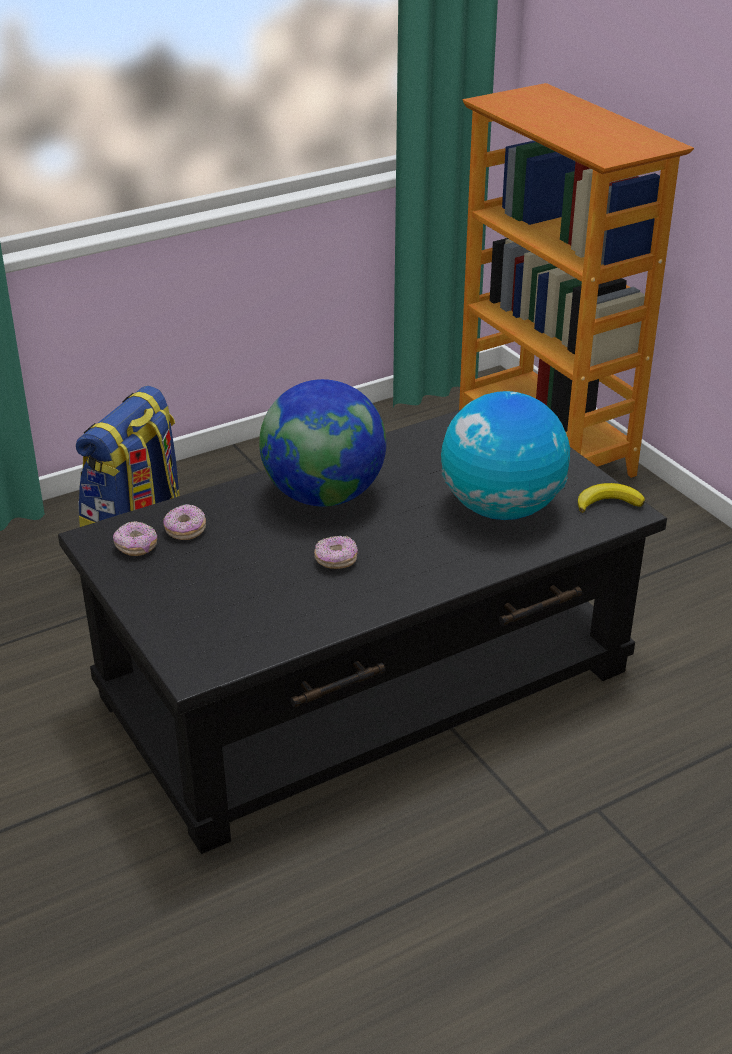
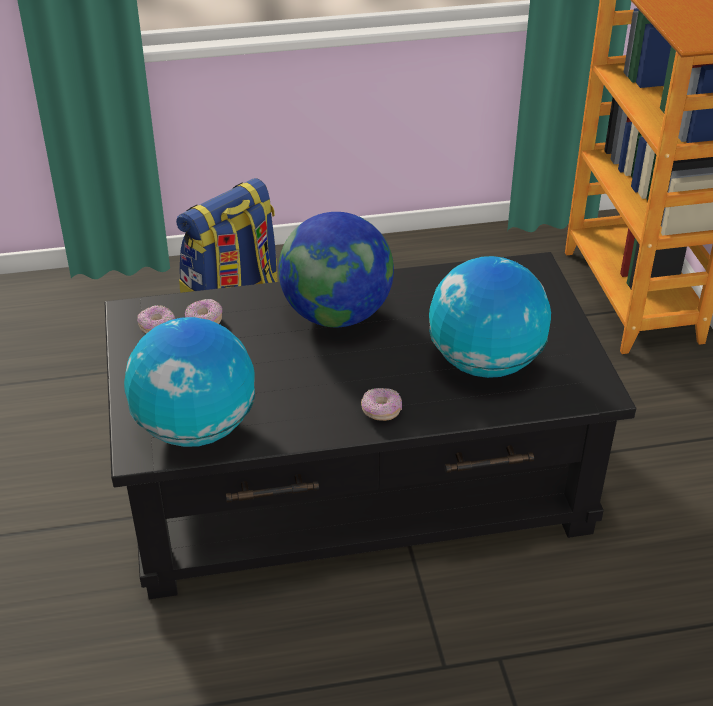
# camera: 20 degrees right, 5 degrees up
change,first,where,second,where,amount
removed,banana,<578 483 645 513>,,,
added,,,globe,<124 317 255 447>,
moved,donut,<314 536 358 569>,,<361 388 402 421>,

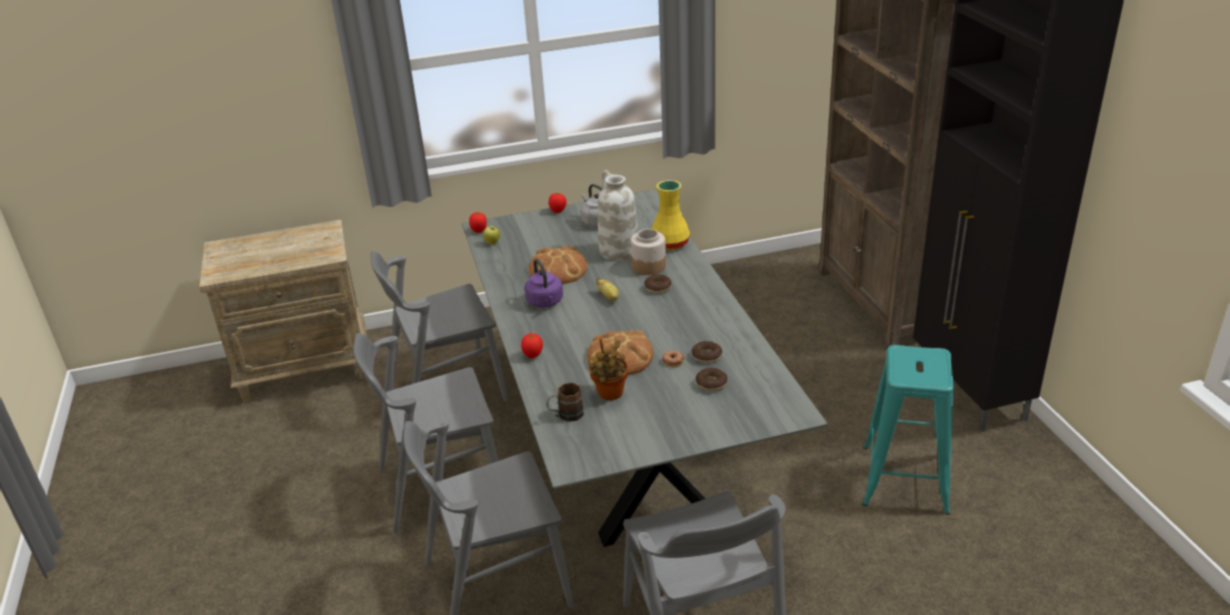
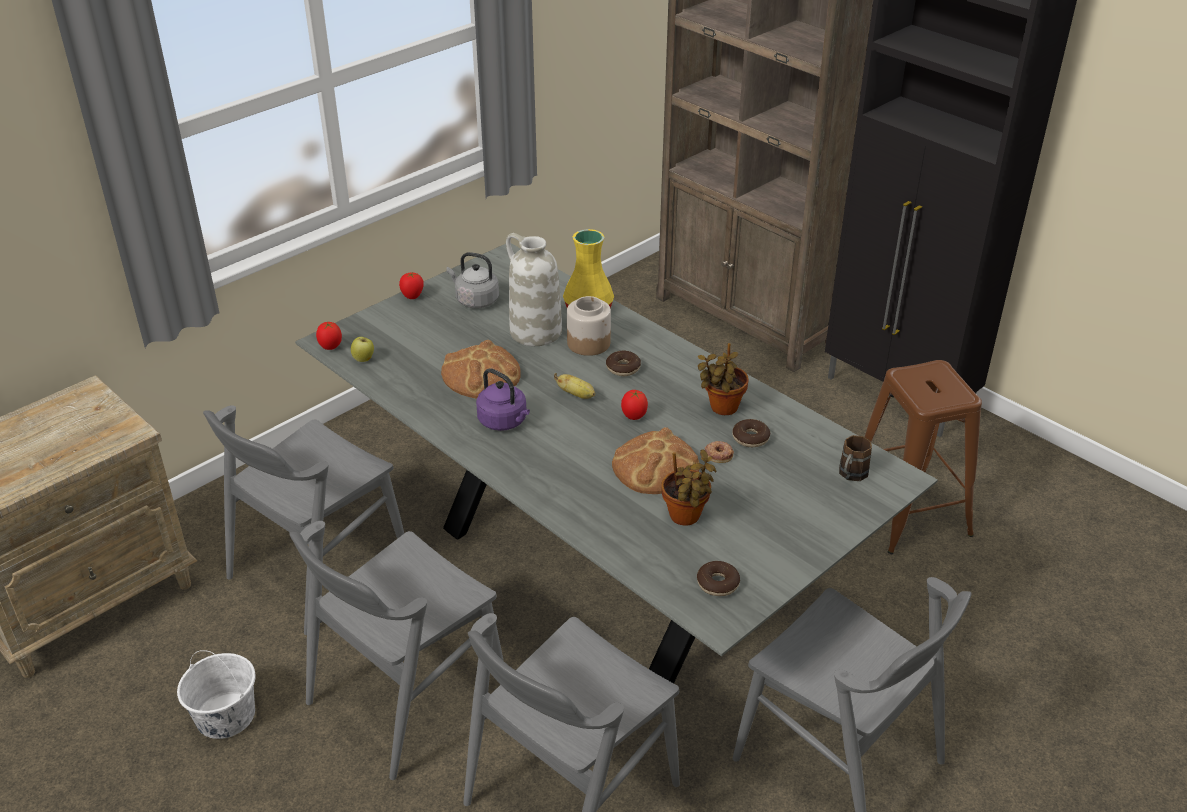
# camera: 30 degrees left, 5 degrees up
change,first,where,second,where,amount
added,,,bucket/white,<177 650 256 739>,
added,,,potted plant,<698 343 749 415>,
moved,tomato,<521 333 543 358>,,<621 390 648 420>,
moved,mug/brown,<546 383 584 422>,,<839 435 872 481>,
moved,donut,<696 368 728 392>,,<697 561 740 596>,
recoloured,stool/turquoise,<863 345 954 515>,stool/brown,<865 360 982 554>,

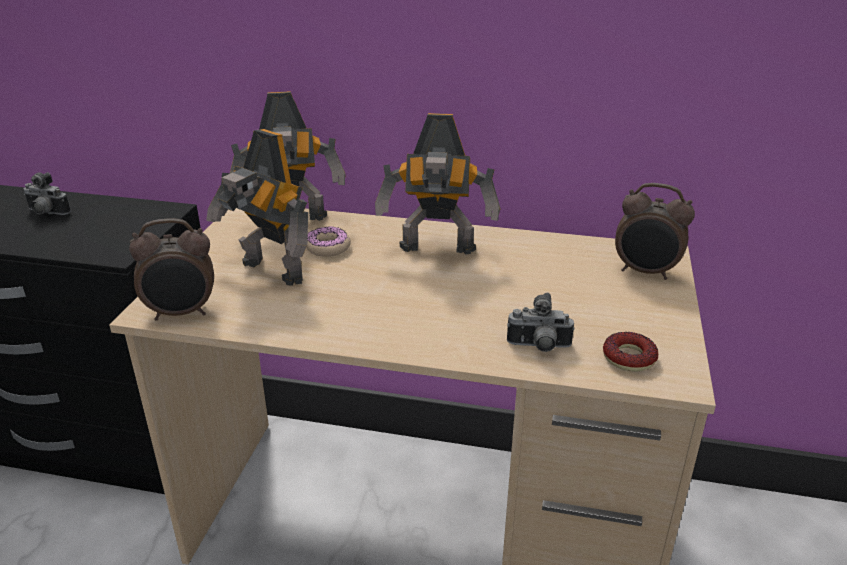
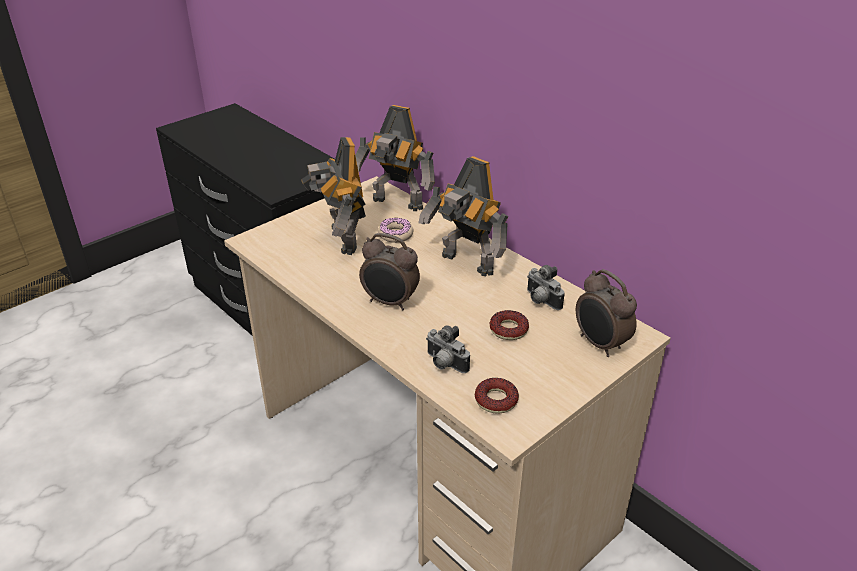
# camera: 35 degrees right, 5 degrees up
change,first,where,second,where,amount
added,,,donut,<490 310 529 340>,
moved,photo camera,<24 172 71 215>,,<527 265 565 310>,
moved,alarm clock,<129 218 214 321>,,<359 233 420 310>,

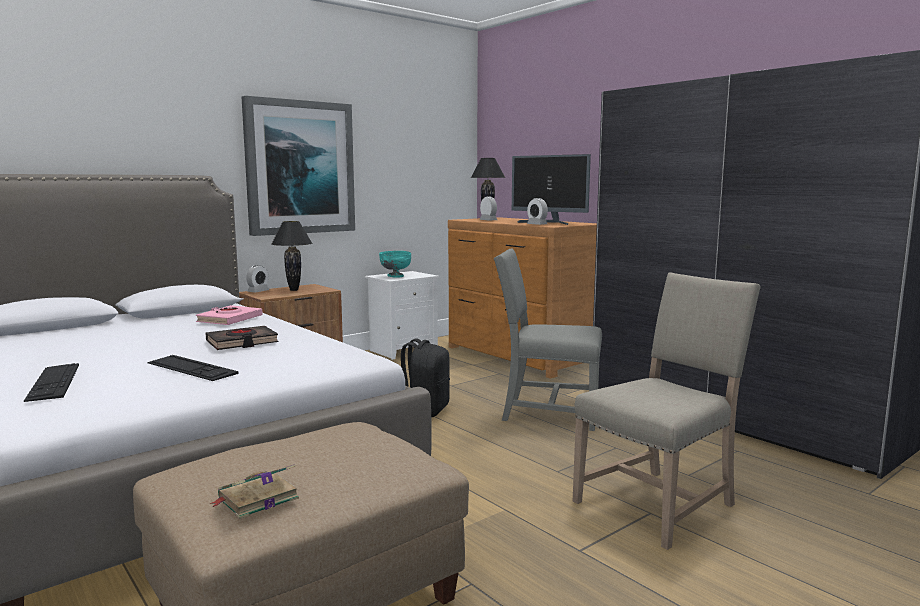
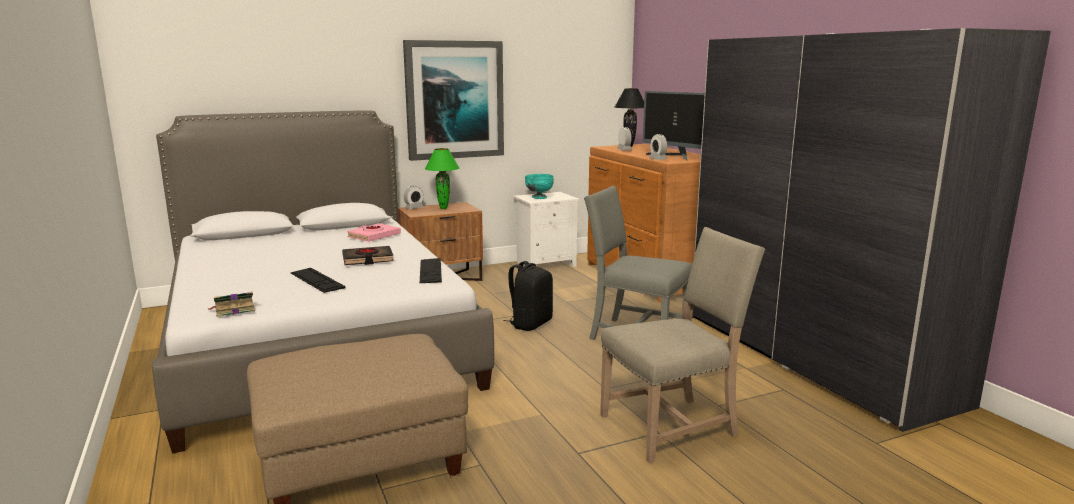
# camera: 15 degrees right, 5 degrees up
change,first,where,second,where,amount
moved,keyboard,<24 363 79 402>,,<420 258 442 283>,
moved,book,<209 464 299 519>,,<208 292 255 317>,
recoloured,table lamp/black,<272 221 312 291>,table lamp/green,<425 148 459 209>,

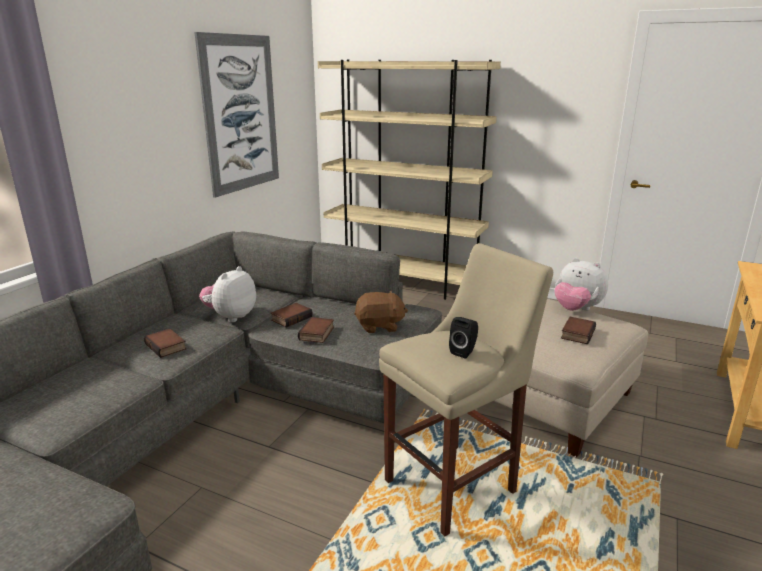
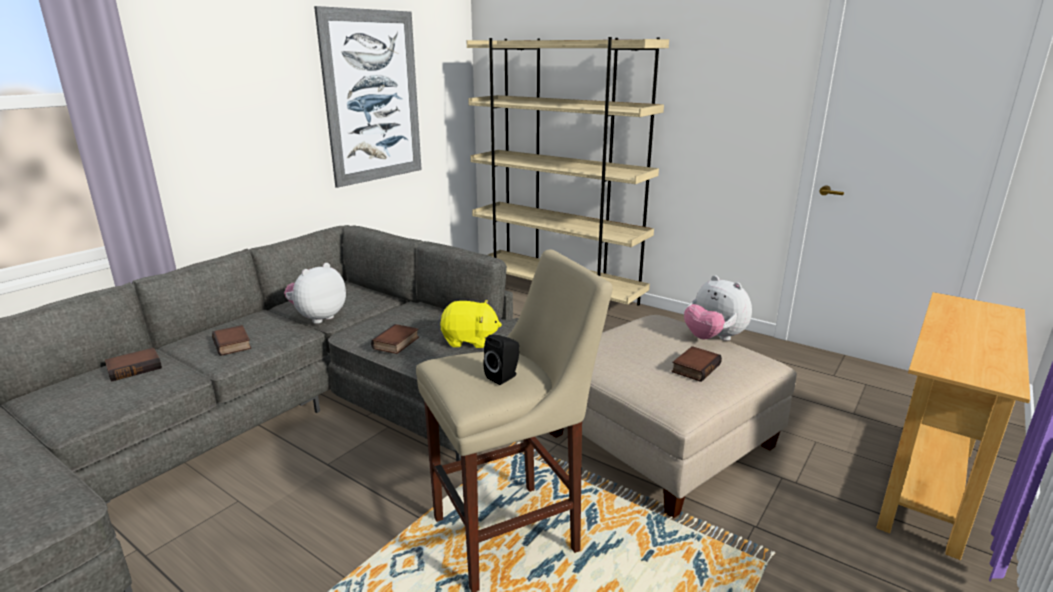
# camera: 10 degrees right, 0 degrees up
change,first,where,second,where,amount
moved,book,<270 303 313 328>,,<105 348 162 381>,
recoloured,plush toy/brown,<354 291 408 333>,plush toy/yellow,<440 300 502 348>,

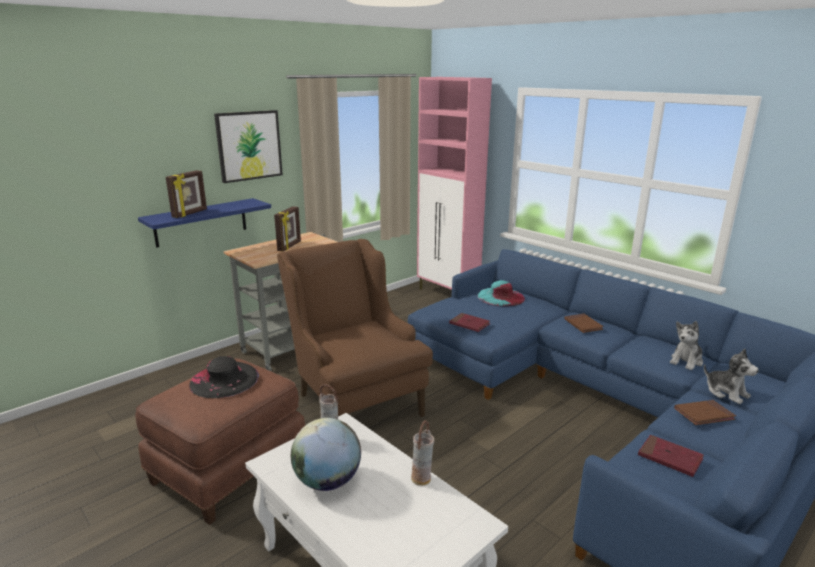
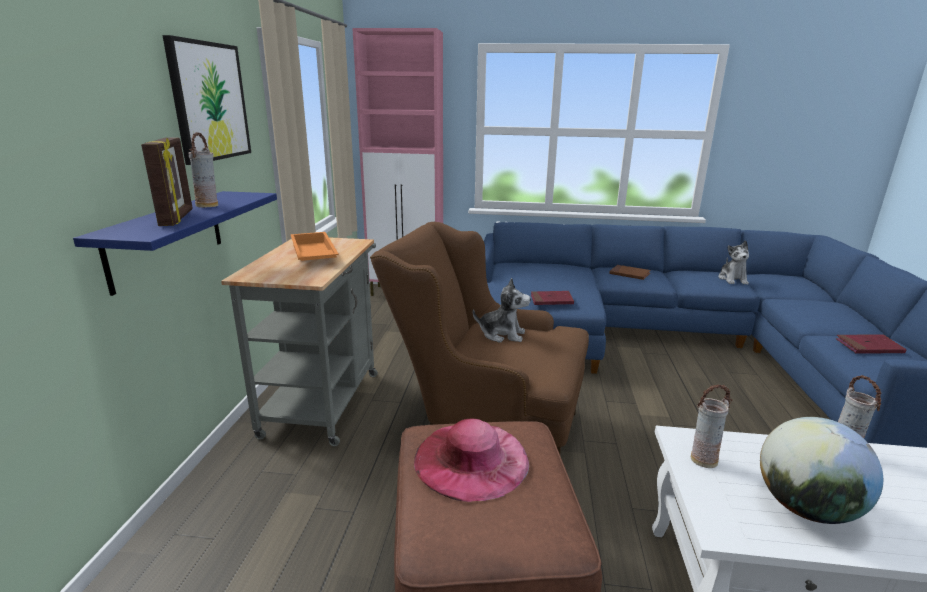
# camera: 40 degrees left, 0 degrees up
change,first,where,second,where,amount
removed,hat/turquoise,<478 280 525 306>,,,
removed,book/brown,<674 400 736 425>,,,
added,,,vase,<189 132 218 208>,
moved,plush toy,<704 349 759 404>,,<473 278 531 343>,
replaced,picture frame,<274 206 301 251>,tray/orange,<290 232 339 261>,
recoloured,hat/black,<189 356 259 398>,hat/pink,<414 419 529 502>,

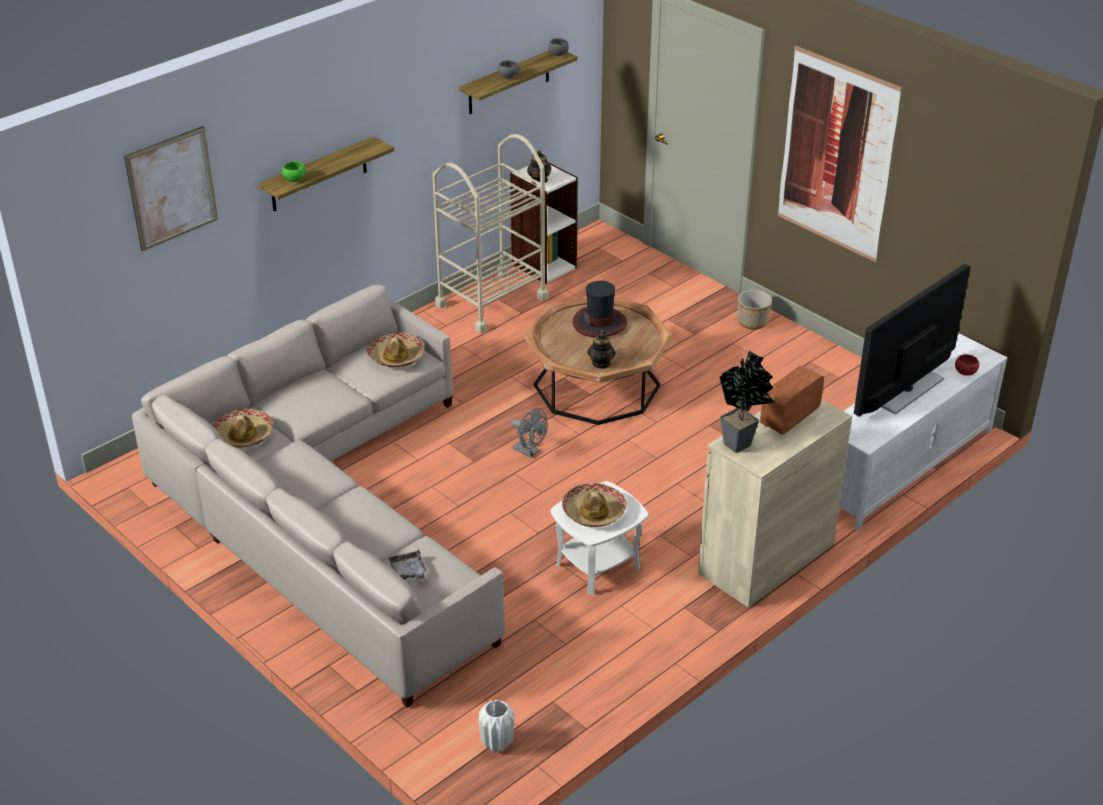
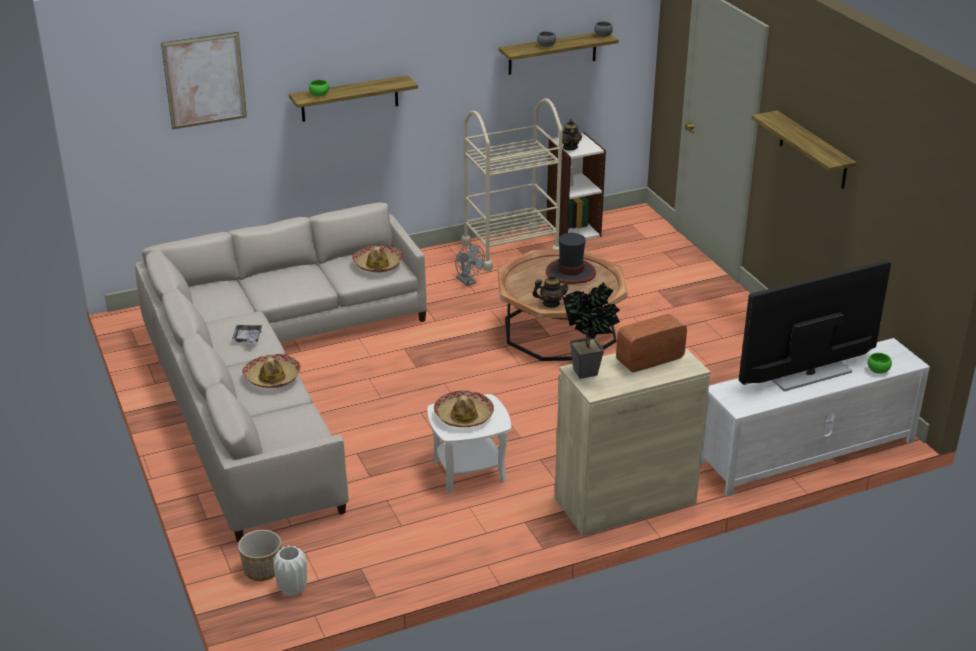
# camera: 20 degrees right, 5 degrees down
change,first,where,second,where,amount
moved,hat,<213 409 273 448>,,<242 354 301 388>,
moved,tray/grey,<388 549 428 581>,,<232 325 262 344>,
moved,fan/grey,<511 408 548 458>,,<455 244 485 286>,
moved,planter,<738 290 772 330>,,<238 530 281 581>,
replaced,picture,<778 46 902 262>,shelf,<751 110 857 189>,
recoloured,bowl/red,<955 354 979 376>,bowl/green,<868 353 892 374>,
turned,teapot,<587 330 616 369>,,<532 274 571 308>,120 degrees counterclockwise

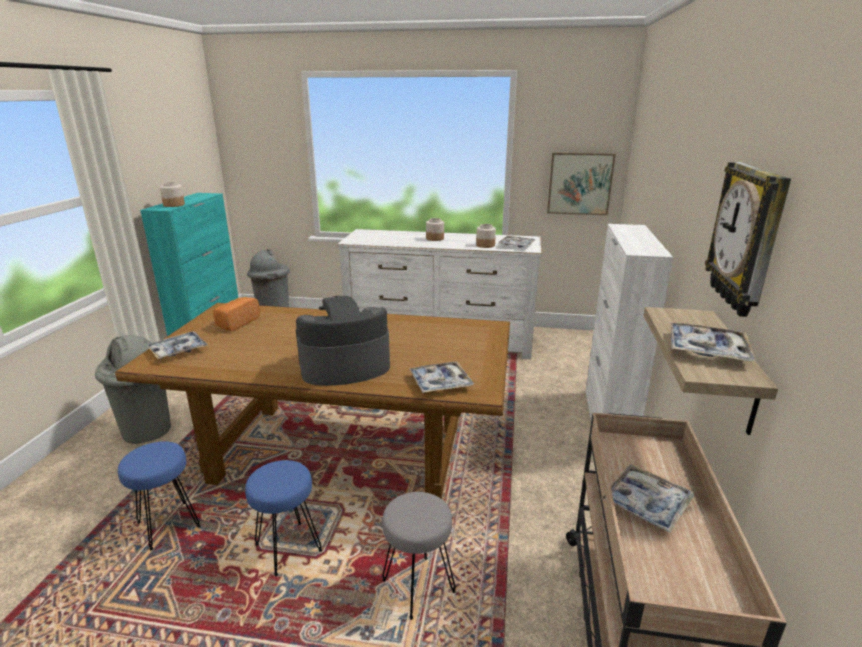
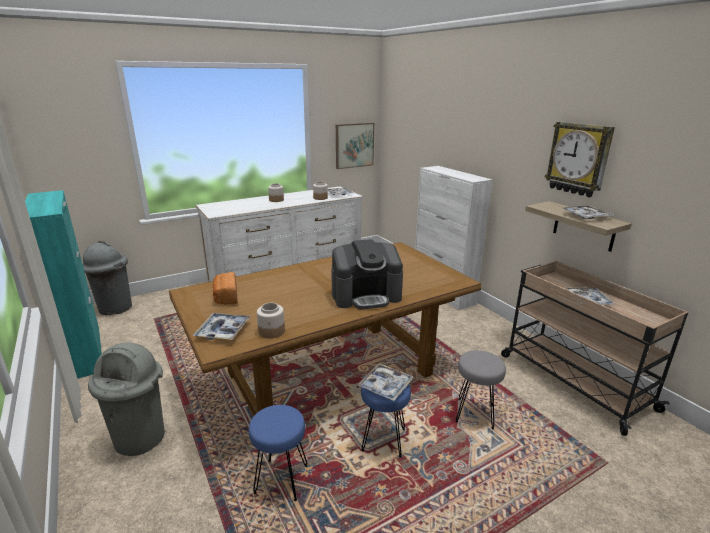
# camera: 40 degrees left, 0 degrees up
change,first,where,second,where,amount
moved,jar,<160 182 185 207>,,<257 303 285 339>,
moved,tray,<410 361 474 393>,,<357 363 413 401>,
turned,coffee machine,<296 296 390 386>,,<331 239 403 310>,135 degrees counterclockwise

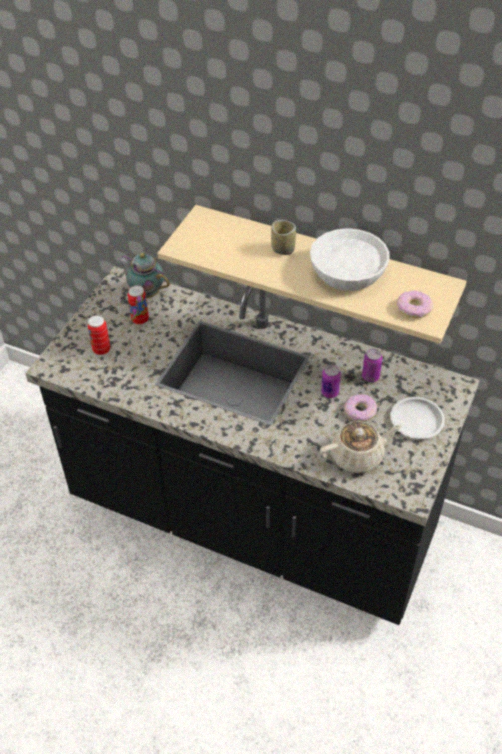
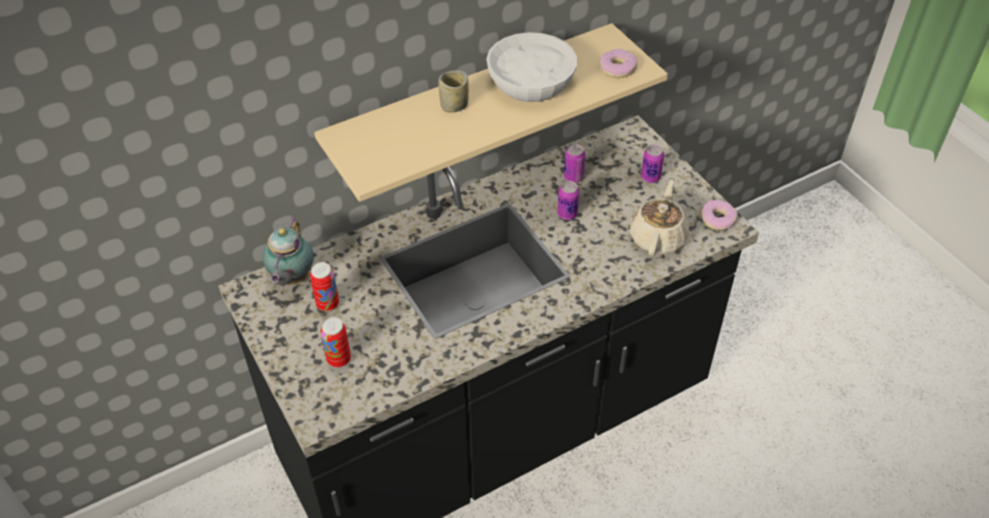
# camera: 55 degrees left, 0 degrees up
change,first,where,second,where,amount
moved,donut,<344 394 377 422>,,<701 200 737 230>,
replaced,plate/white,<390 397 445 439>,can,<641 144 664 183>,
turned,teapot,<118 253 170 298>,,<263 218 314 285>,60 degrees counterclockwise

